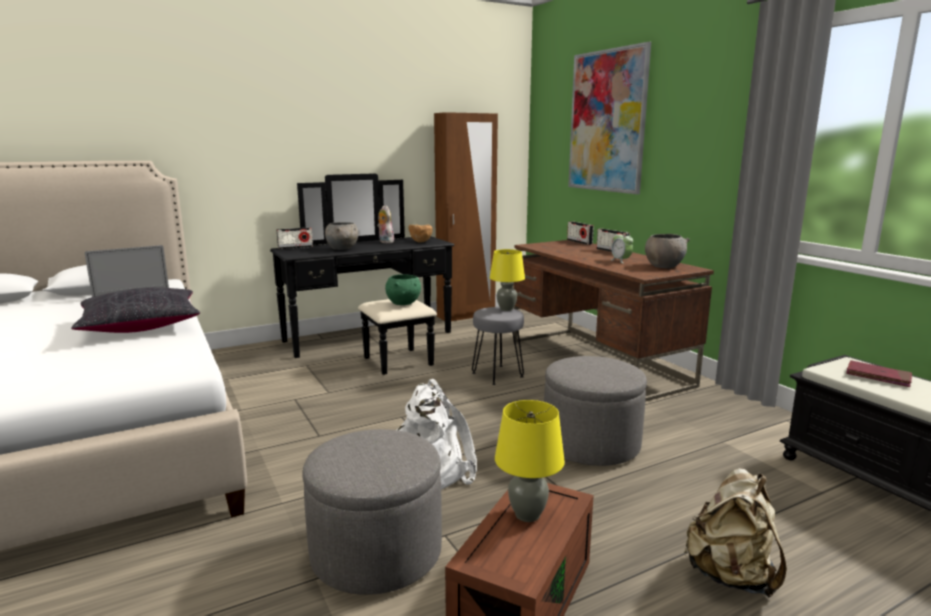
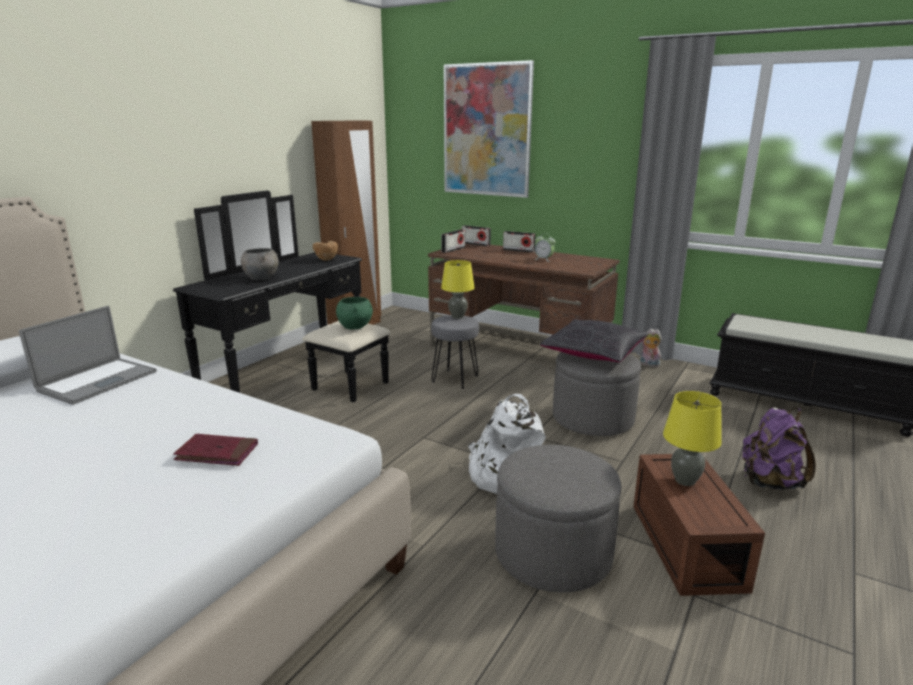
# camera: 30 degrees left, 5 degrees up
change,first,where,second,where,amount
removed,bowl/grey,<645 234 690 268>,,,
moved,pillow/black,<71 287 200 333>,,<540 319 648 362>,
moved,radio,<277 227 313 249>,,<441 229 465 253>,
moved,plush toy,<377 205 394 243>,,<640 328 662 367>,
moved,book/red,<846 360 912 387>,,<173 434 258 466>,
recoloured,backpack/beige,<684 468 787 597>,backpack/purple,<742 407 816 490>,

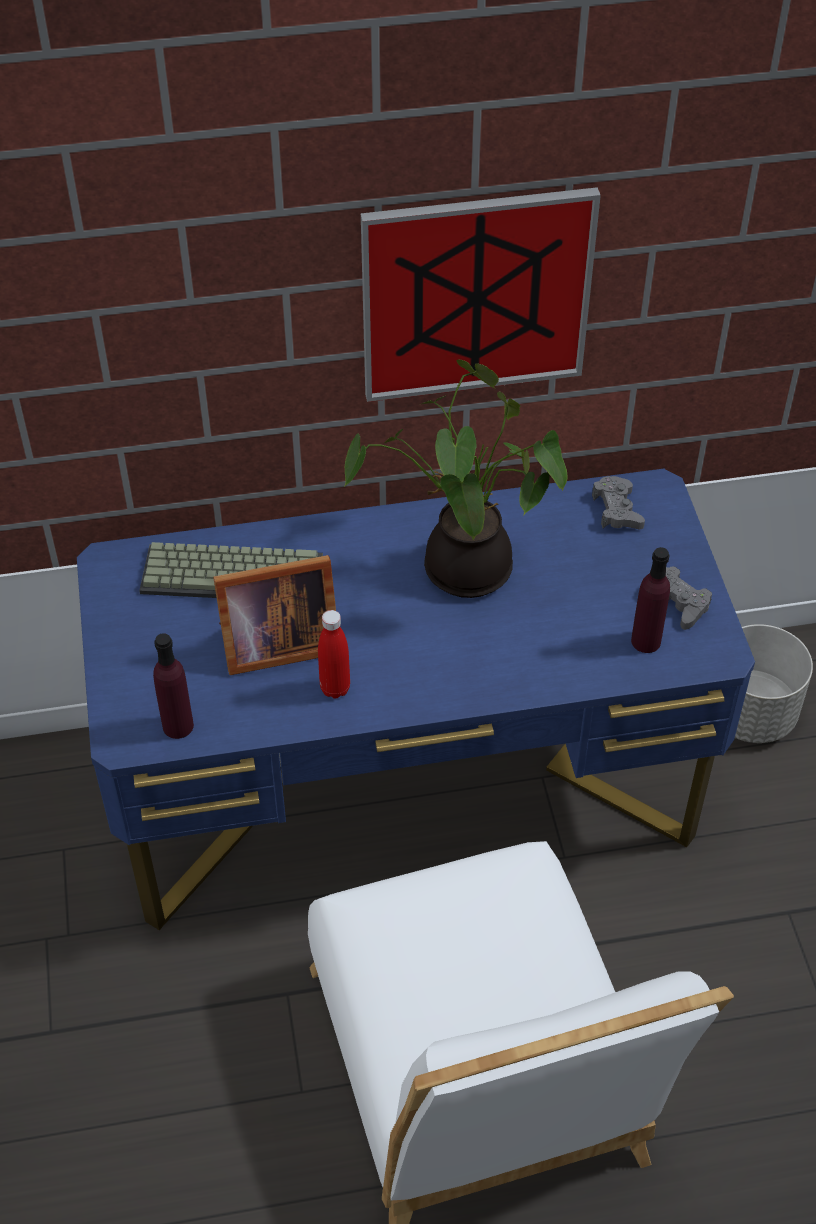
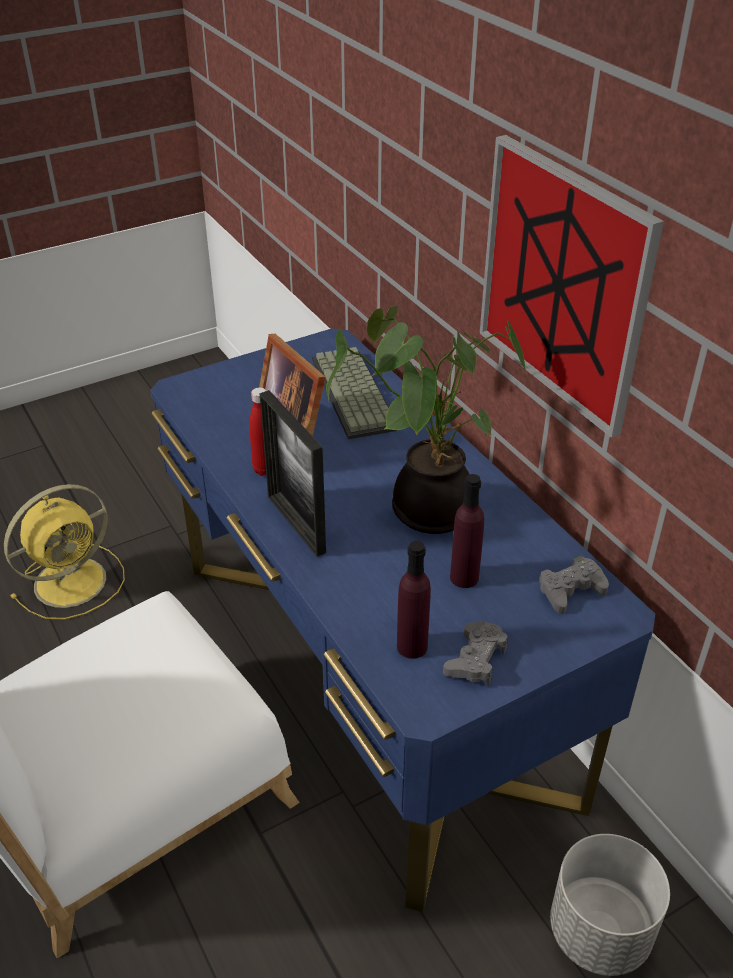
# camera: 70 degrees right, 10 degrees down
change,first,where,second,where,amount
added,,,fan/yellow,<4 484 125 619>,
added,,,picture frame,<260 390 326 557>,
moved,bottle/purple,<153 633 194 739>,,<450 474 484 588>,

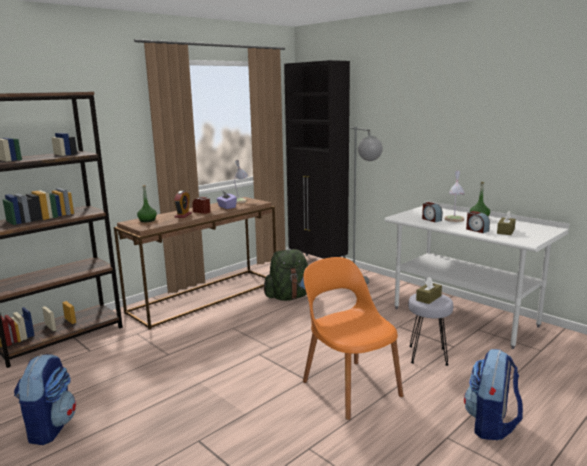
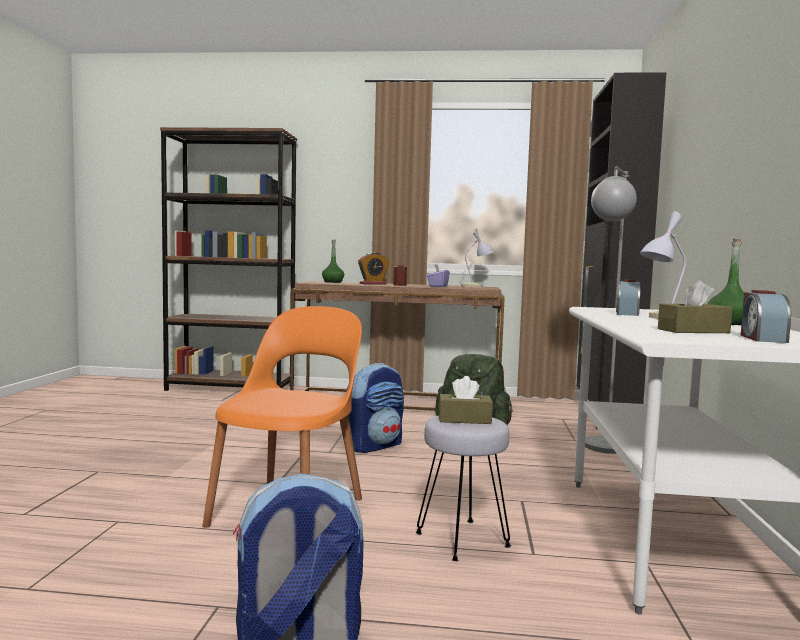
# camera: 50 degrees right, 10 degrees down
change,first,where,second,where,amount
moved,backpack,<14 354 76 445>,,<347 363 404 453>,
moved,alarm clock,<466 211 490 233>,,<741 290 791 343>,

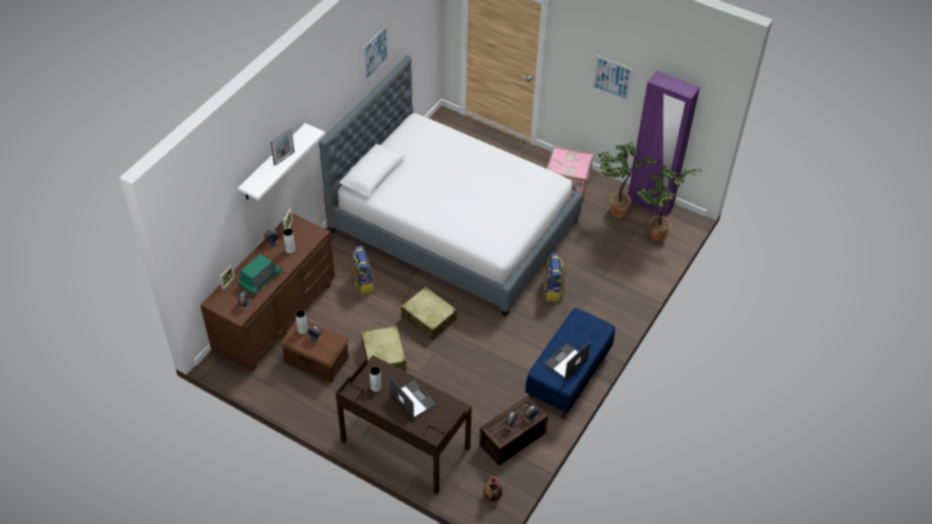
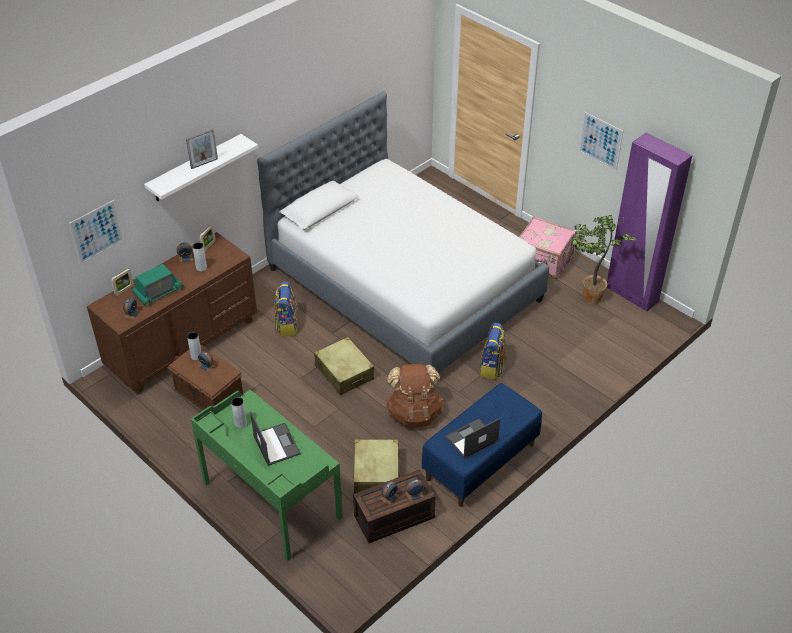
# camera: 15 degrees right, 5 degrees down
change,first,where,second,where,amount
removed,vase,<483 476 502 501>,,,
removed,potted plant,<636 165 702 241>,,,
added,,,backpack/brown,<386 363 443 428>,
moved,suitcase/beige,<361 326 406 371>,,<353 439 401 494>,
moved,picture,<363 25 389 81>,,<69 199 124 264>,
recoloured,desk/brown,<335 355 472 494>,desk/green,<191 390 343 561>,

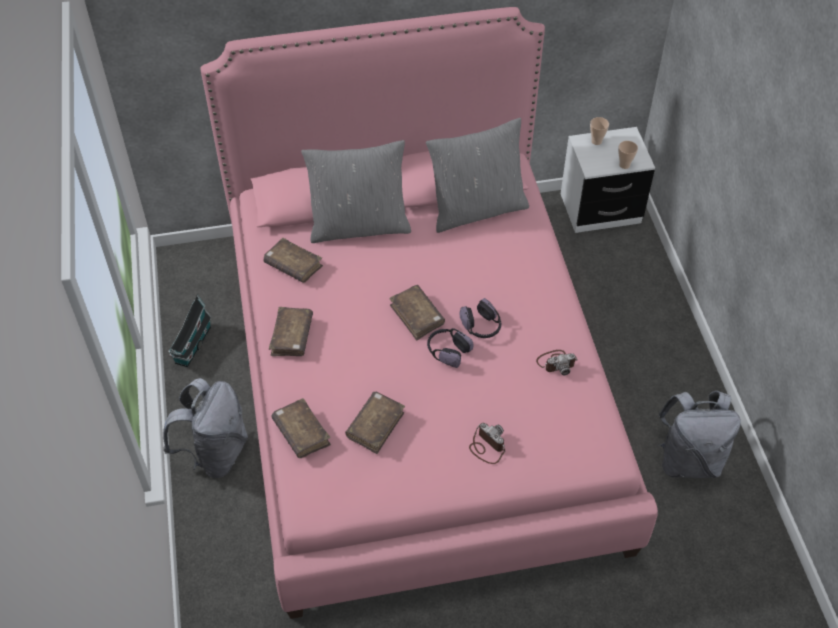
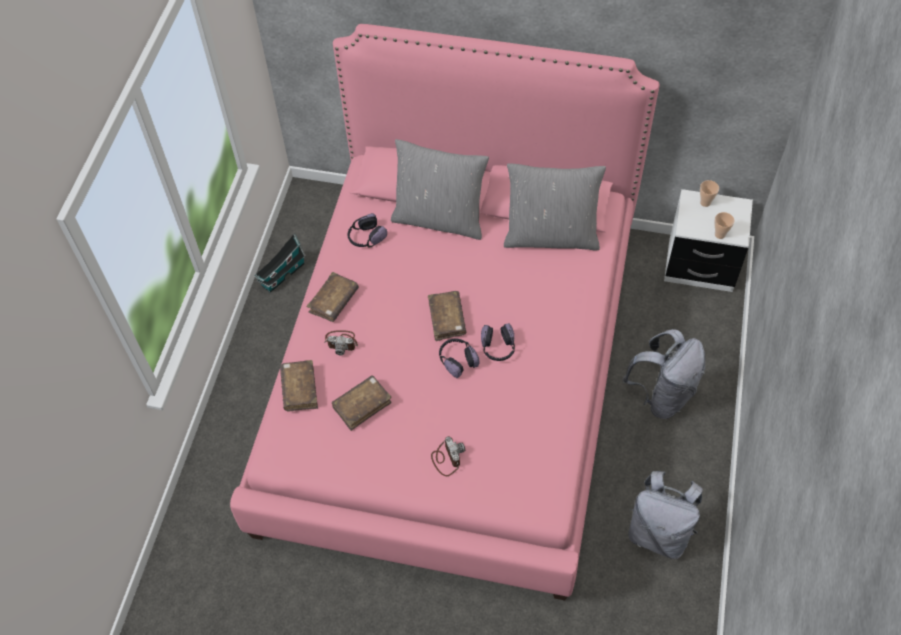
# camera: 25 degrees right, 5 degrees up
change,first,where,second,where,amount
moved,backpack/grey,<163 378 248 478>,,<623 329 705 419>,
moved,photo camera,<536 350 577 375>,,<325 330 358 355>,
replaced,book/brown,<264 238 323 283>,headphones,<348 213 387 248>,

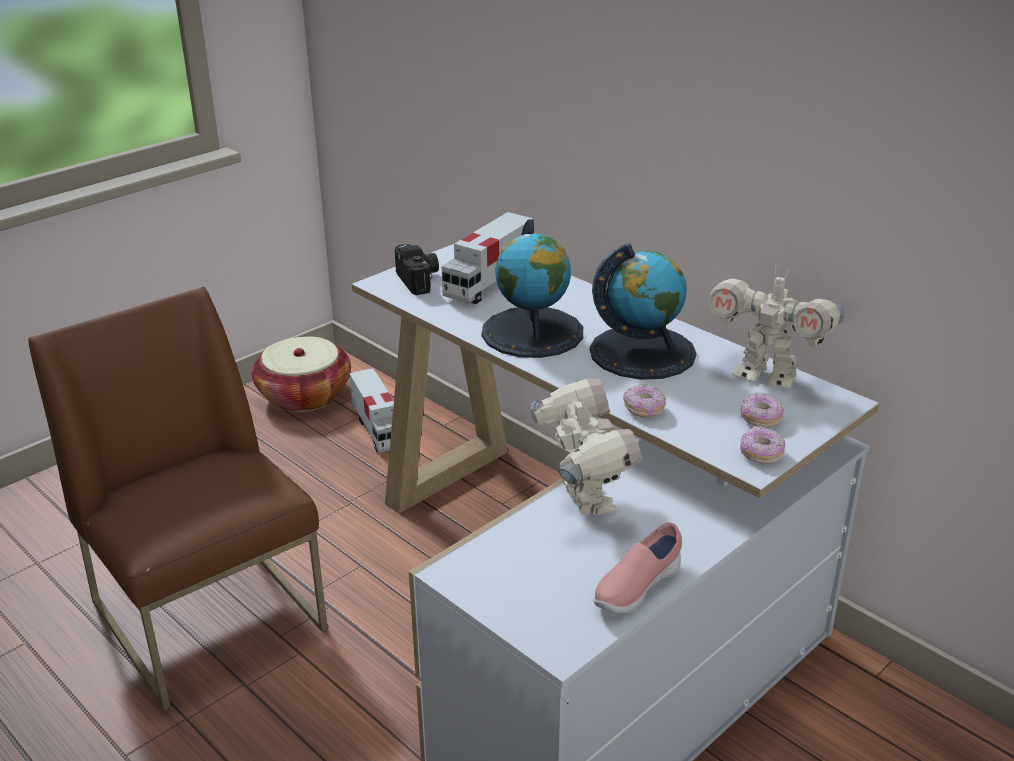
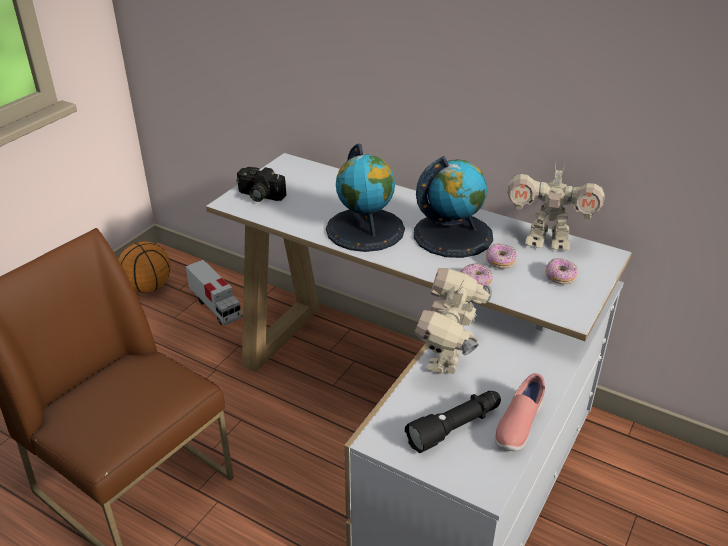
# camera: 15 degrees left, 5 degrees up
change,first,where,second,where,amount
removed,toy truck,<442 212 534 304>,,,
added,,,flashlight/black,<405 391 501 453>,
moved,donut,<740 426 786 464>,,<486 243 517 269>,
replaced,basket,<252 336 351 412>,basketball,<118 241 171 293>,
turned,photo camera,<395 244 439 295>,,<236 167 286 202>,150 degrees clockwise
turned,toy robot,<530 379 641 515>,,<414 268 492 374>,135 degrees counterclockwise

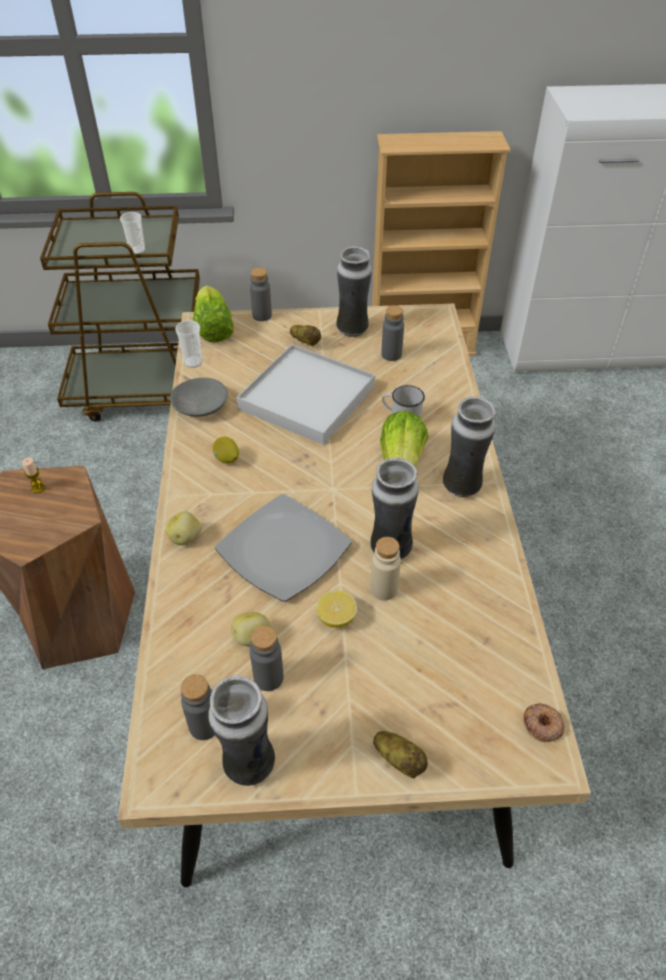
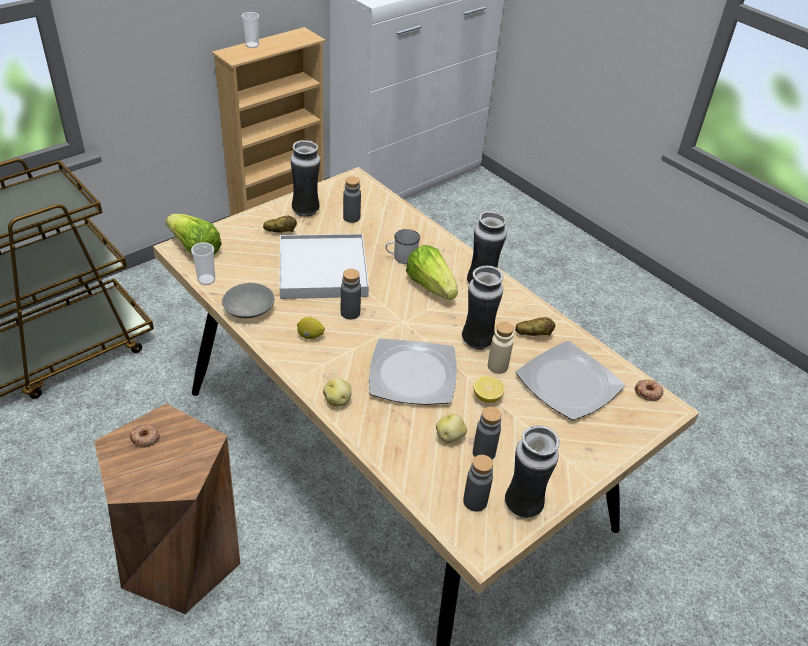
# camera: 40 degrees left, 5 degrees down
change,first,where,second,where,amount
added,,,plate,<516 341 625 420>,
moved,cup,<120 212 145 254>,,<241 12 259 48>,
moved,bottle/grey,<250 267 272 321>,,<341 269 361 319>,
moved,potato,<373 731 428 779>,,<515 317 555 336>,
replaced,candle,<22 457 45 493>,donut,<129 425 160 448>,

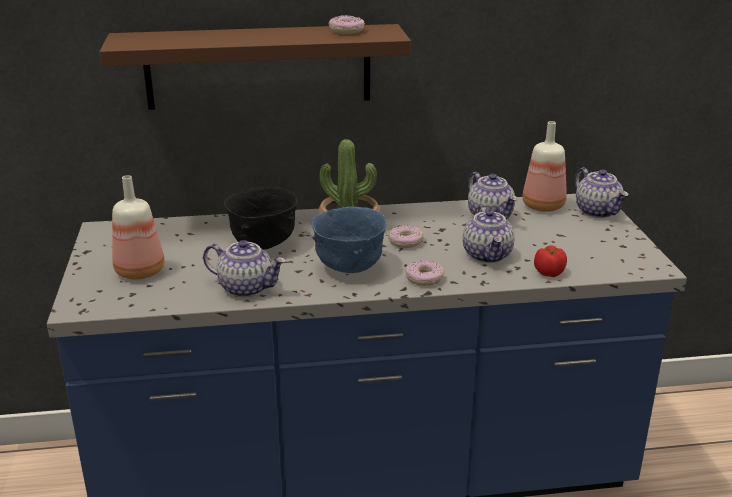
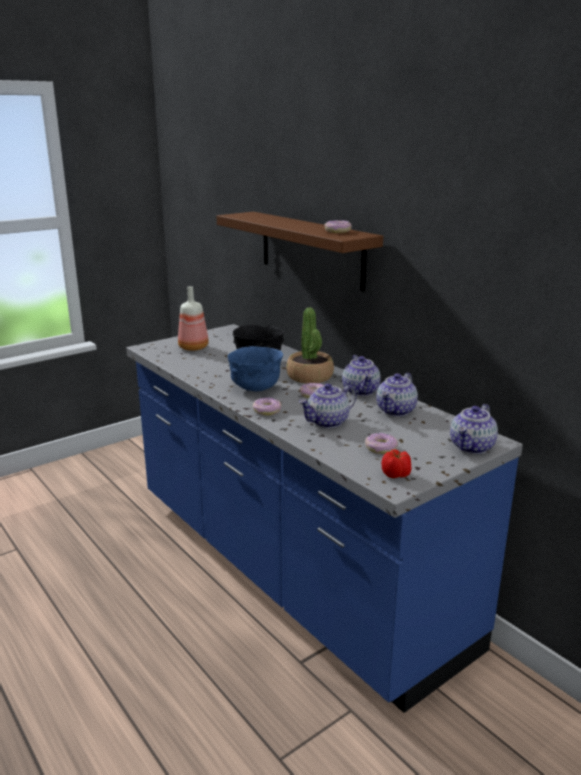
# camera: 60 degrees right, 5 degrees down
change,first,where,second,where,amount
removed,bottle,<522 121 567 212>,,,
added,,,donut,<365 433 398 454>,
moved,teapot,<203 240 286 297>,,<342 355 381 396>,
moved,tomato,<534 245 567 277>,,<382 449 412 478>,

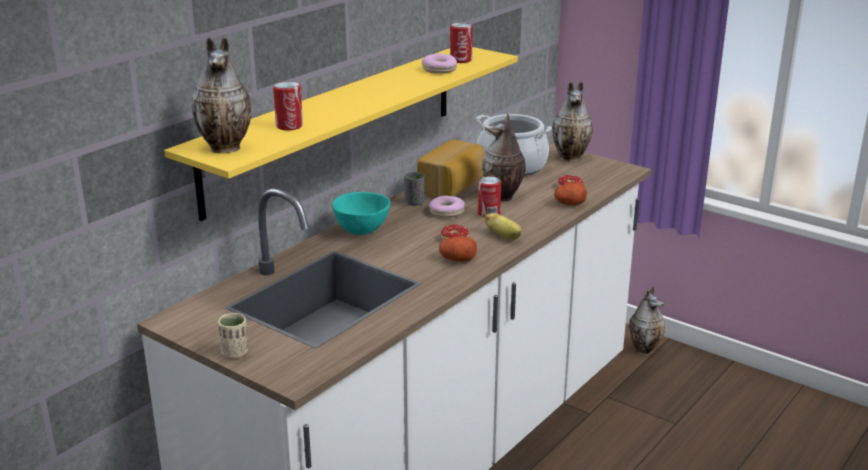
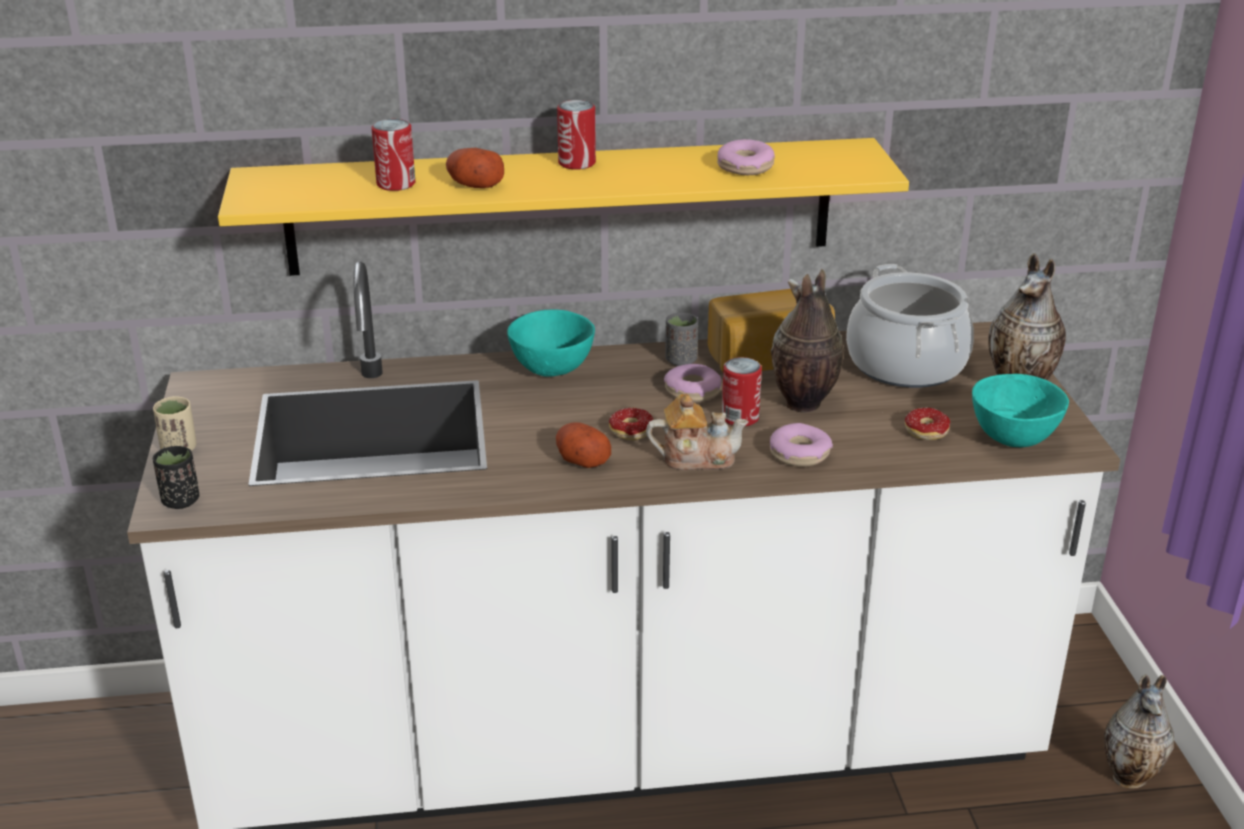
# camera: 45 degrees right, 5 degrees up
change,first,where,second,where,amount
removed,vase,<191 36 251 153>,,,
added,,,cup/black,<153 446 199 509>,
added,,,donut,<770 423 833 467>,
added,,,bowl/turquoise,<972 374 1069 447>,
moved,can,<450 23 473 63>,,<557 100 596 170>,
moved,potato,<554 182 587 205>,,<446 148 504 188>,
replaced,banana,<482 211 522 239>,teapot,<646 394 749 470>,

